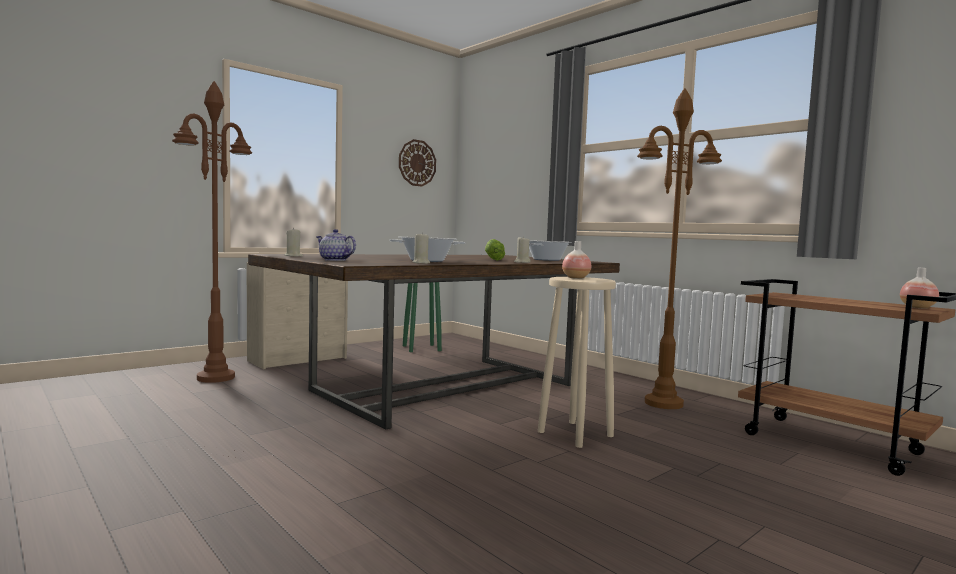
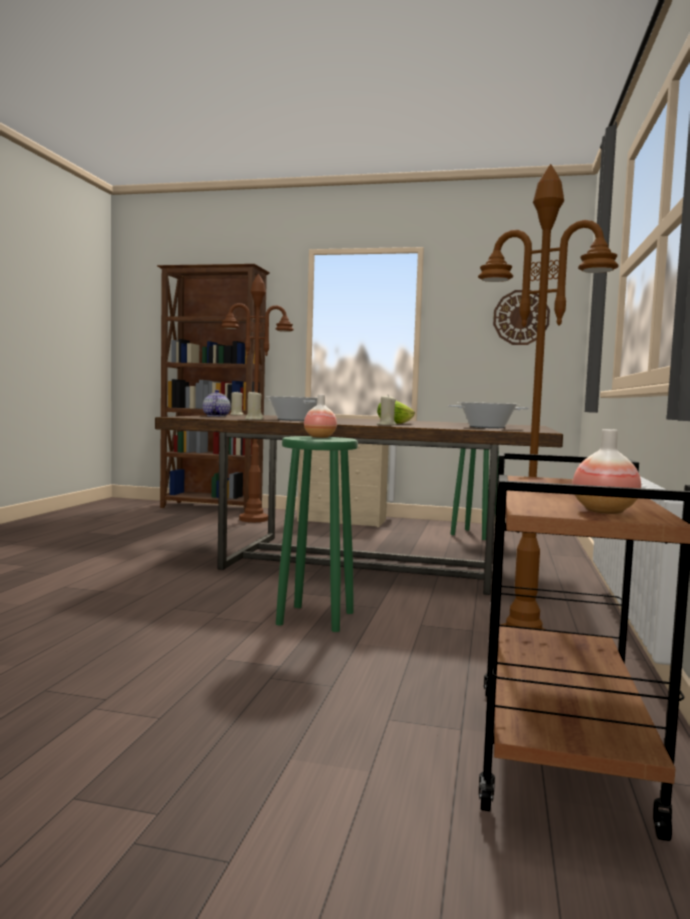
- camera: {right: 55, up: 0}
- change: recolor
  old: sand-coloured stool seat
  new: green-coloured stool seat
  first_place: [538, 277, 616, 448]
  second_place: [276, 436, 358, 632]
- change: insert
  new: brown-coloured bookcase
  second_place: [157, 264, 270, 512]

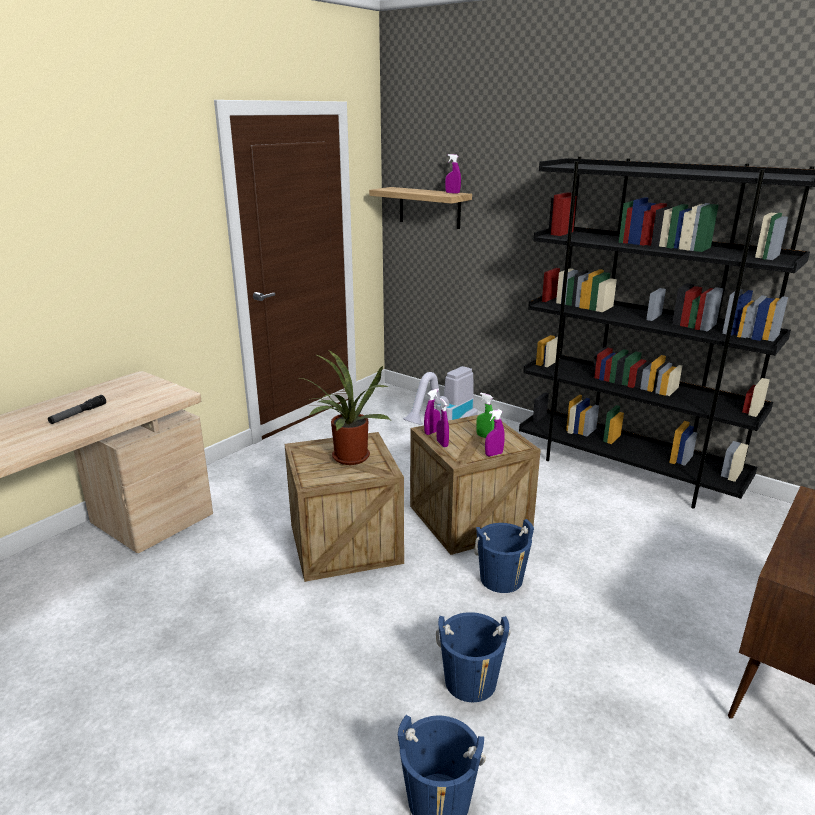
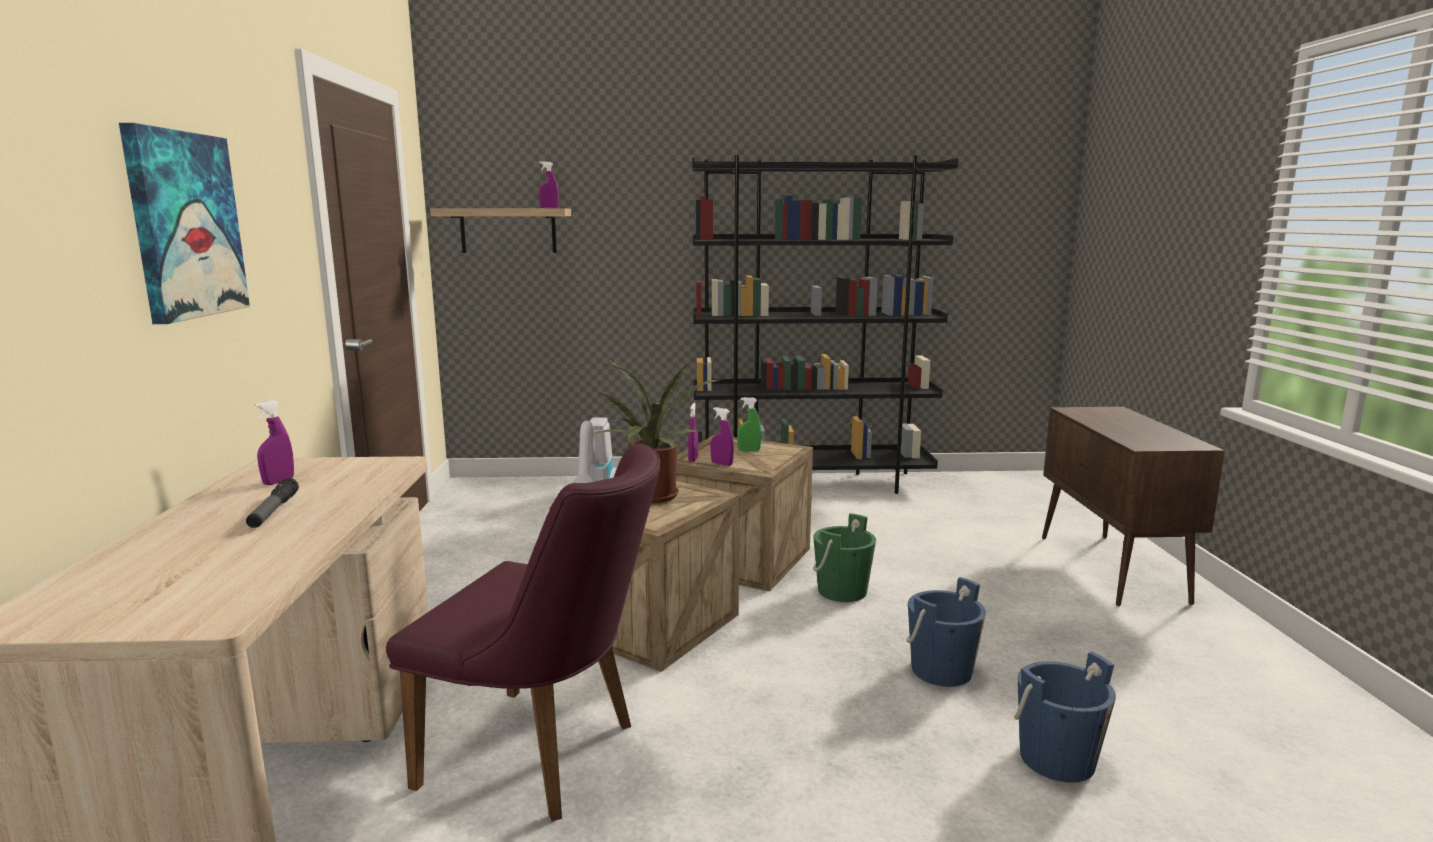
- camera: {right: -40, up: -10}
- change: recolor
  old: bluish water bucket
  new: green-coloured water bucket
  first_place: [474, 519, 534, 593]
  second_place: [813, 513, 876, 602]
- change: move
  old: purple spray bottle
  first_place: [485, 409, 505, 456]
  second_place: [254, 400, 294, 485]
- change: insert
  new: wall picture
  second_place: [119, 123, 250, 324]
- change: insert
  new: purple chair
  second_place: [386, 444, 660, 822]

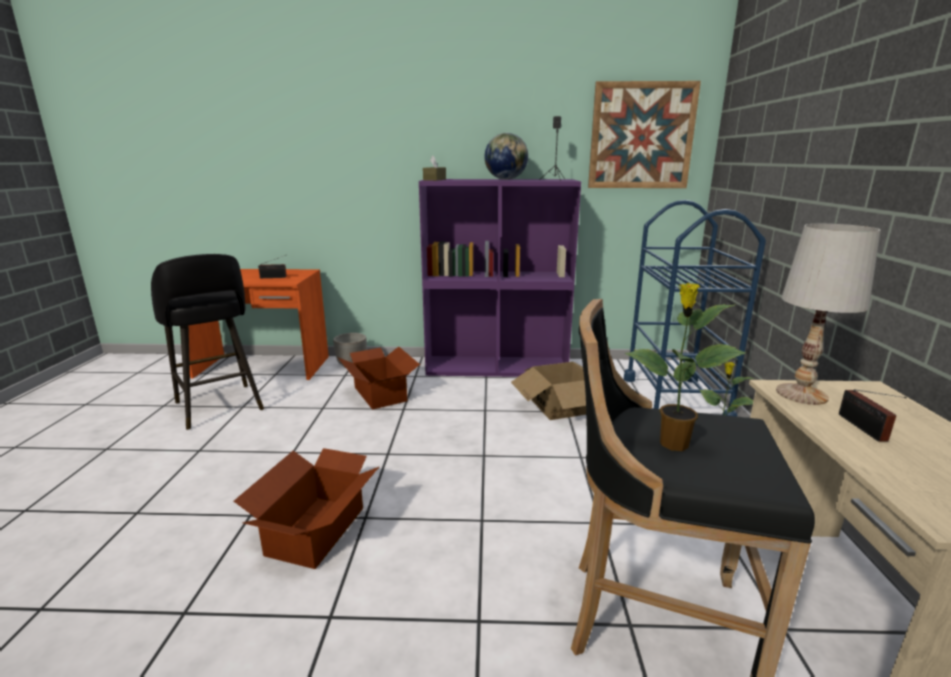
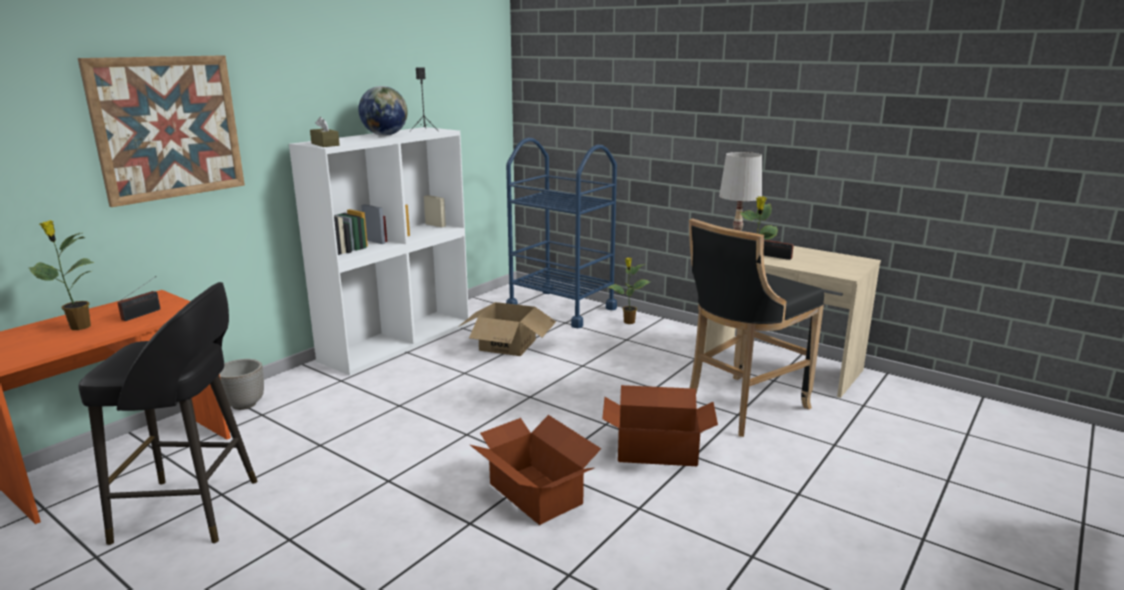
- camera: {right: -55, up: 0}
- change: move
  old: carton
  first_place: [337, 347, 420, 410]
  second_place: [602, 385, 718, 466]
- change: recolor
  old: purple bookcase
  new: whitish bookcase
  first_place: [419, 179, 581, 377]
  second_place: [289, 127, 469, 376]
- change: move
  old: wall picture
  first_place: [588, 81, 701, 188]
  second_place: [78, 55, 245, 207]
- change: insert
  new: houseplant
  second_place: [29, 220, 94, 330]

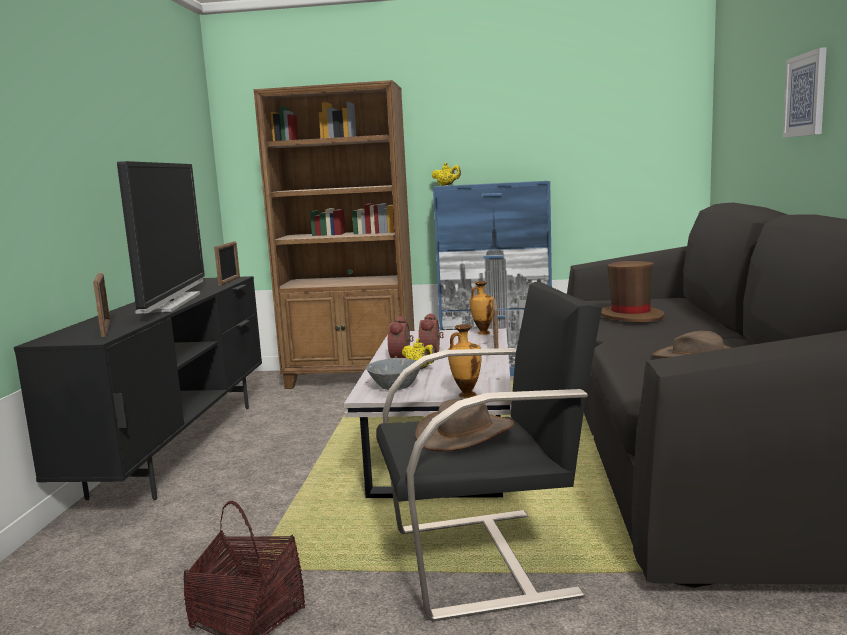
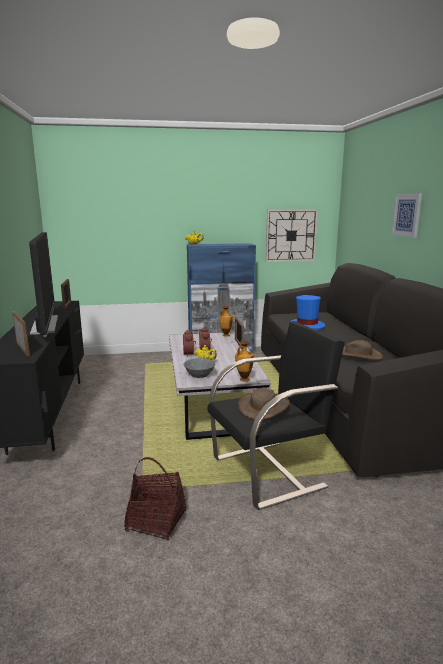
- camera: {right: -15, up: 5}
- change: delete
  old: brown-coloured bookcase
  first_place: [254, 80, 414, 389]
- change: recolor
  old: brown-coloured clothing hat
  new: bluish clothing hat
  first_place: [601, 261, 664, 322]
  second_place: [290, 295, 325, 330]
- change: insert
  new: clock on the wall
  second_place: [266, 209, 318, 262]

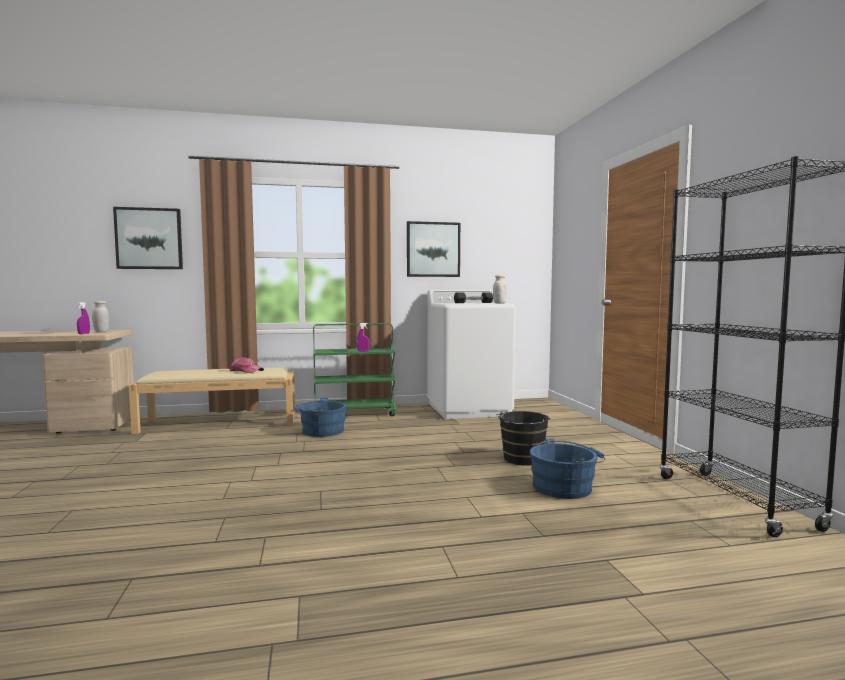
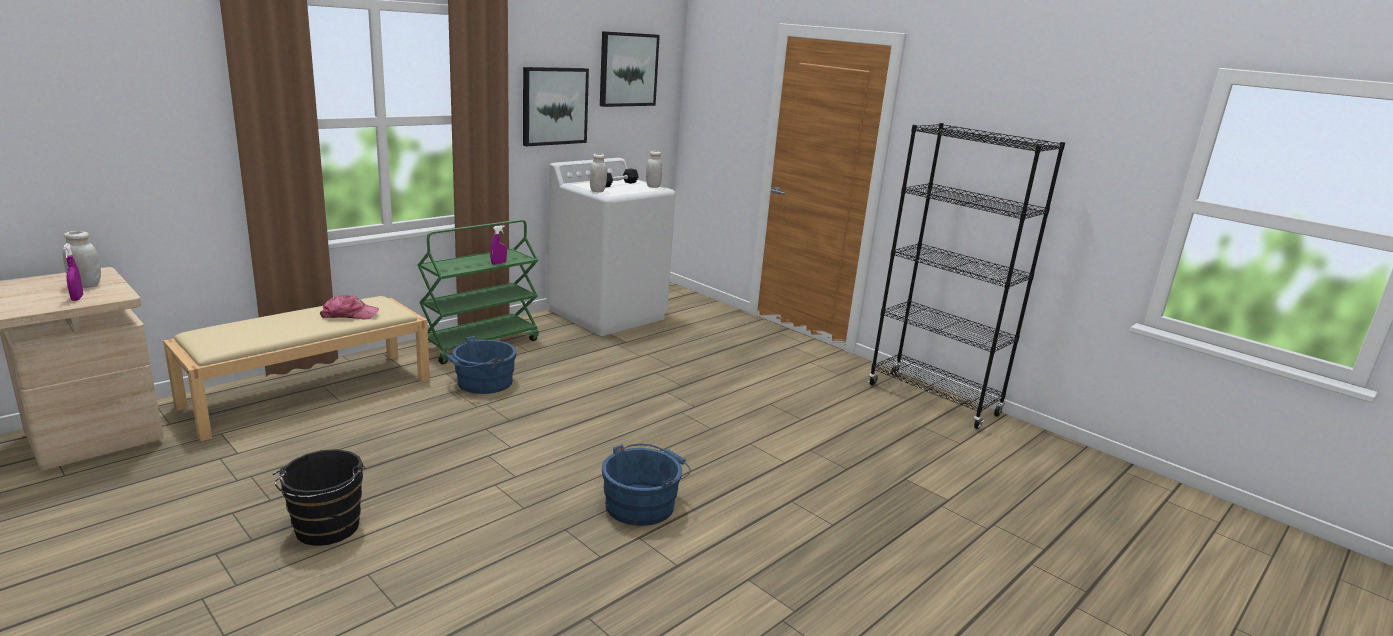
- camera: {right: -35, up: 15}
- change: move
  old: wall picture
  first_place: [113, 207, 183, 269]
  second_place: [600, 31, 660, 107]
- change: move
  old: blackish water bucket
  first_place: [496, 411, 550, 465]
  second_place: [273, 449, 365, 546]
- change: move
  old: bluish water bucket
  first_place: [530, 438, 605, 499]
  second_place: [601, 444, 691, 526]
- change: insert
  new: whitish jar
  second_place: [590, 153, 607, 193]

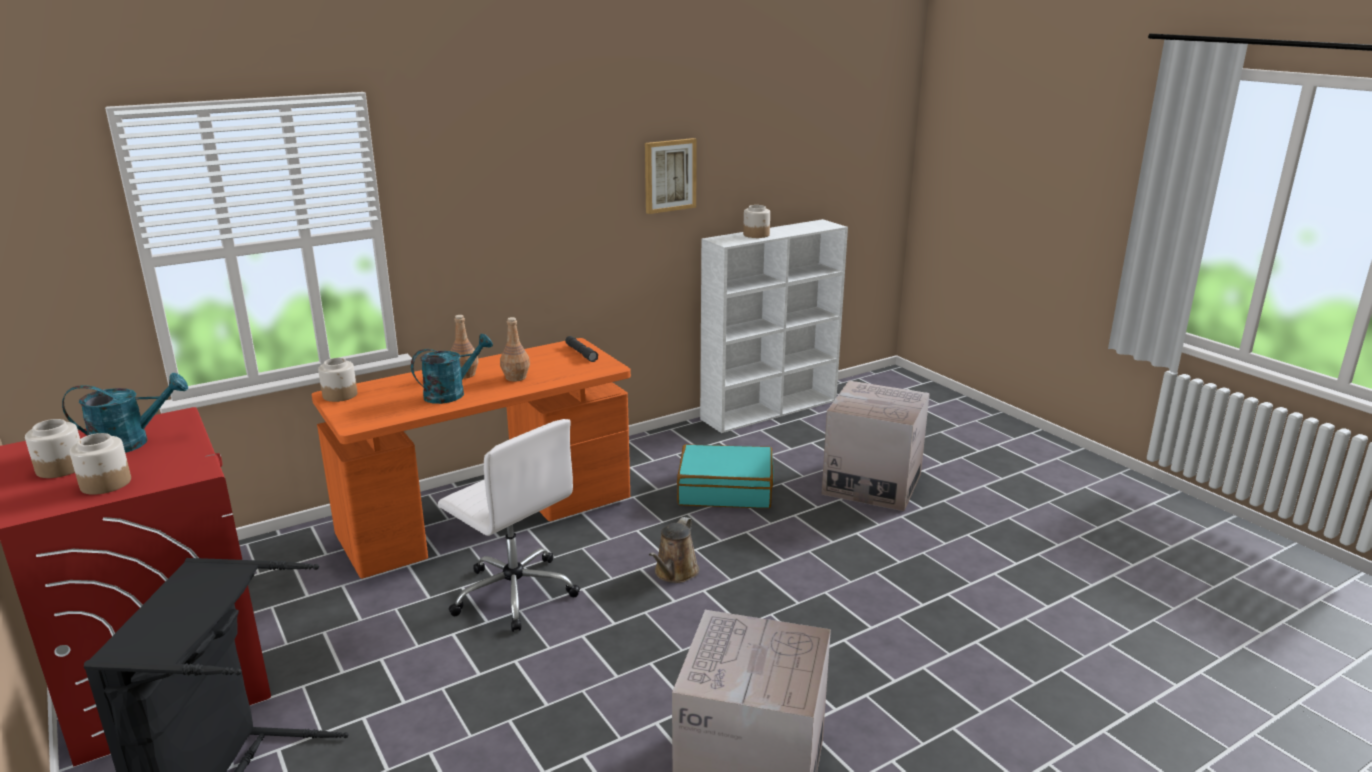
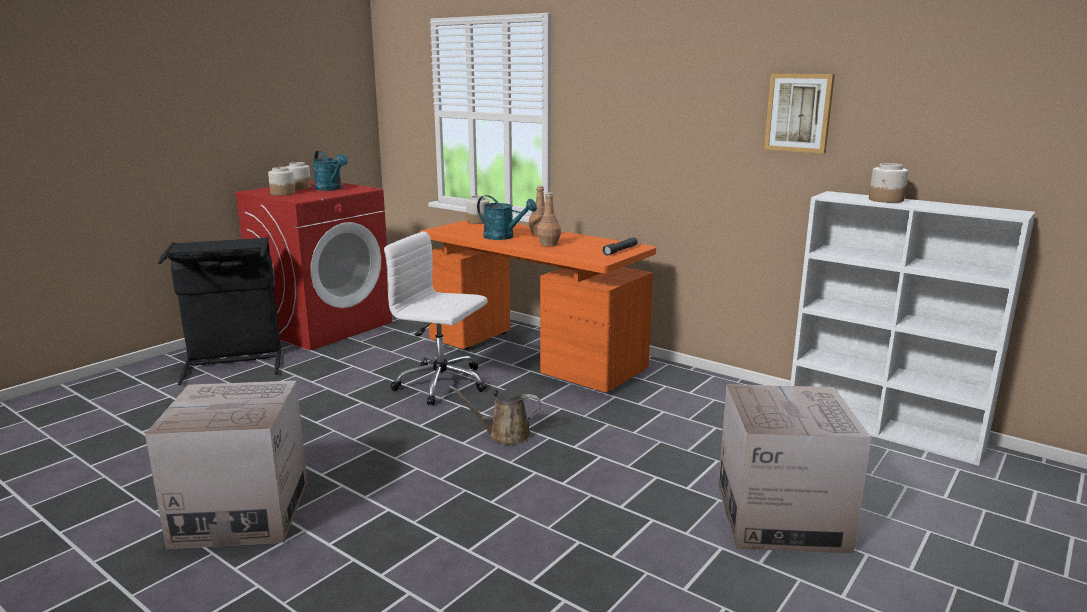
- camera: {right: 70, up: -5}
- change: rotate
  old: whitish office chair
  first_place: [438, 419, 580, 632]
  second_place: [384, 231, 488, 406]
  degrees: 90
- change: delete
  old: turquoise-coloured suitcase
  first_place: [677, 444, 774, 508]

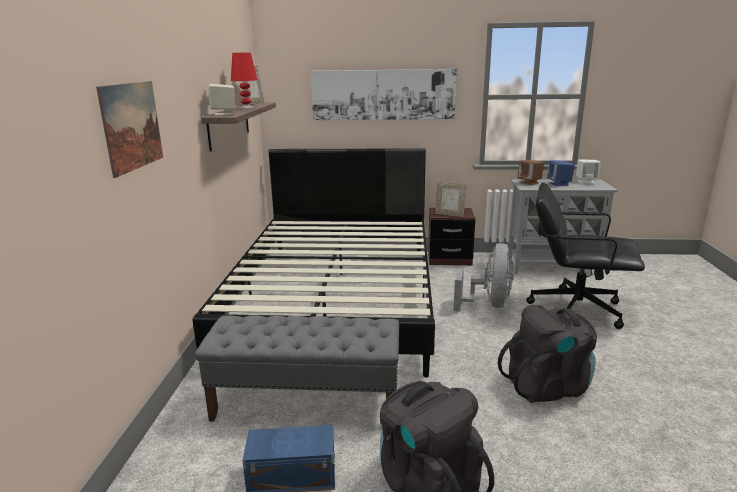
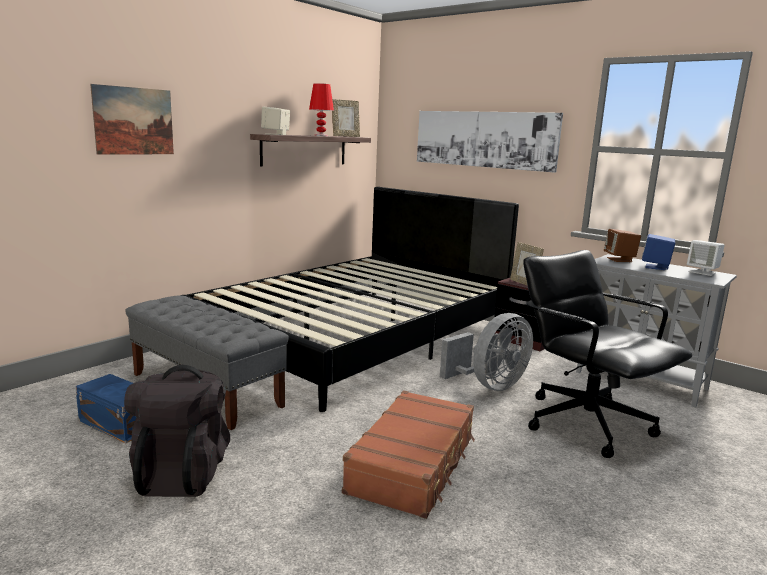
- camera: {right: 35, up: -5}
- change: replace
  old: blackish rucksack
  new: brown-coloured suitcase
  first_place: [498, 305, 597, 403]
  second_place: [342, 390, 475, 519]

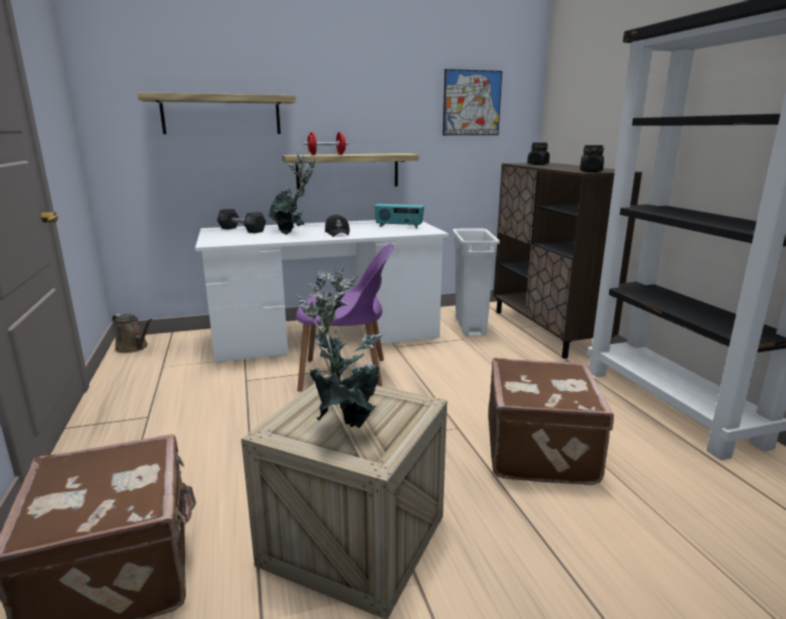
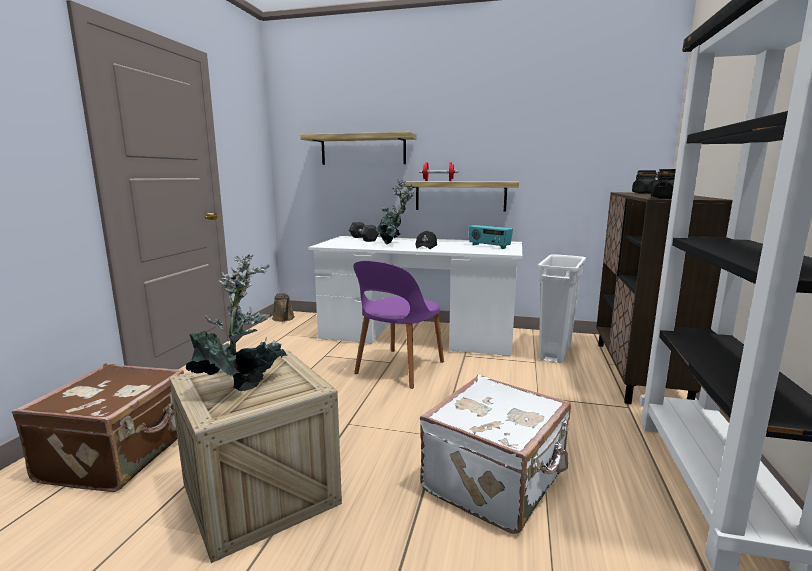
- camera: {right: 30, up: -5}
- change: rotate
  old: purple chair
  first_place: [296, 243, 393, 392]
  second_place: [353, 261, 444, 389]
  degrees: 90
- change: delete
  old: wall picture
  first_place: [443, 69, 502, 135]
- change: recolor
  old: brown-coloured suitcase
  new: whitish suitcase
  first_place: [488, 358, 614, 485]
  second_place: [420, 375, 571, 534]

